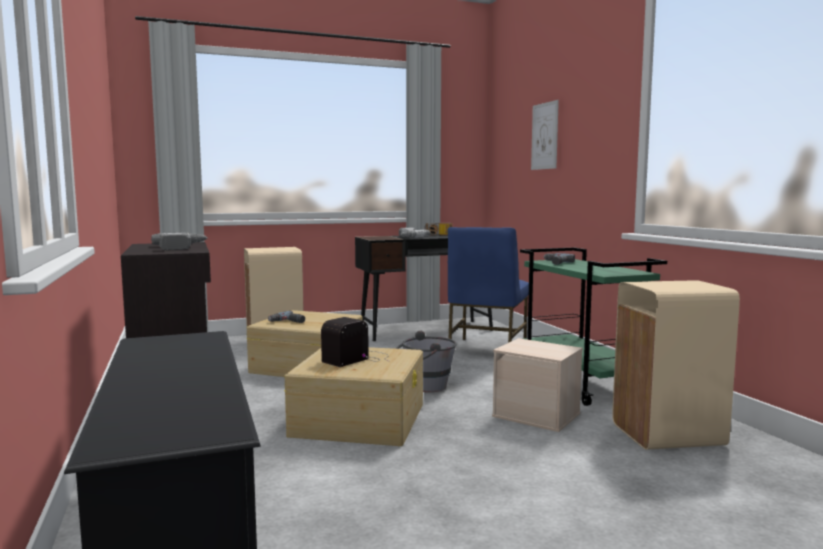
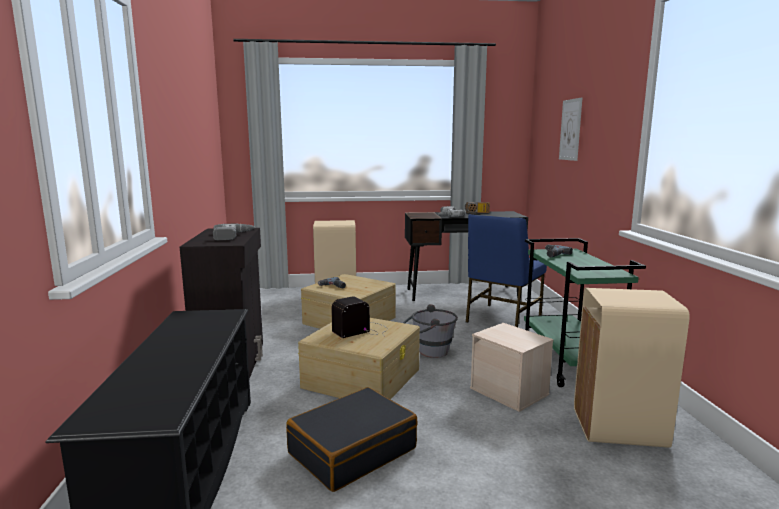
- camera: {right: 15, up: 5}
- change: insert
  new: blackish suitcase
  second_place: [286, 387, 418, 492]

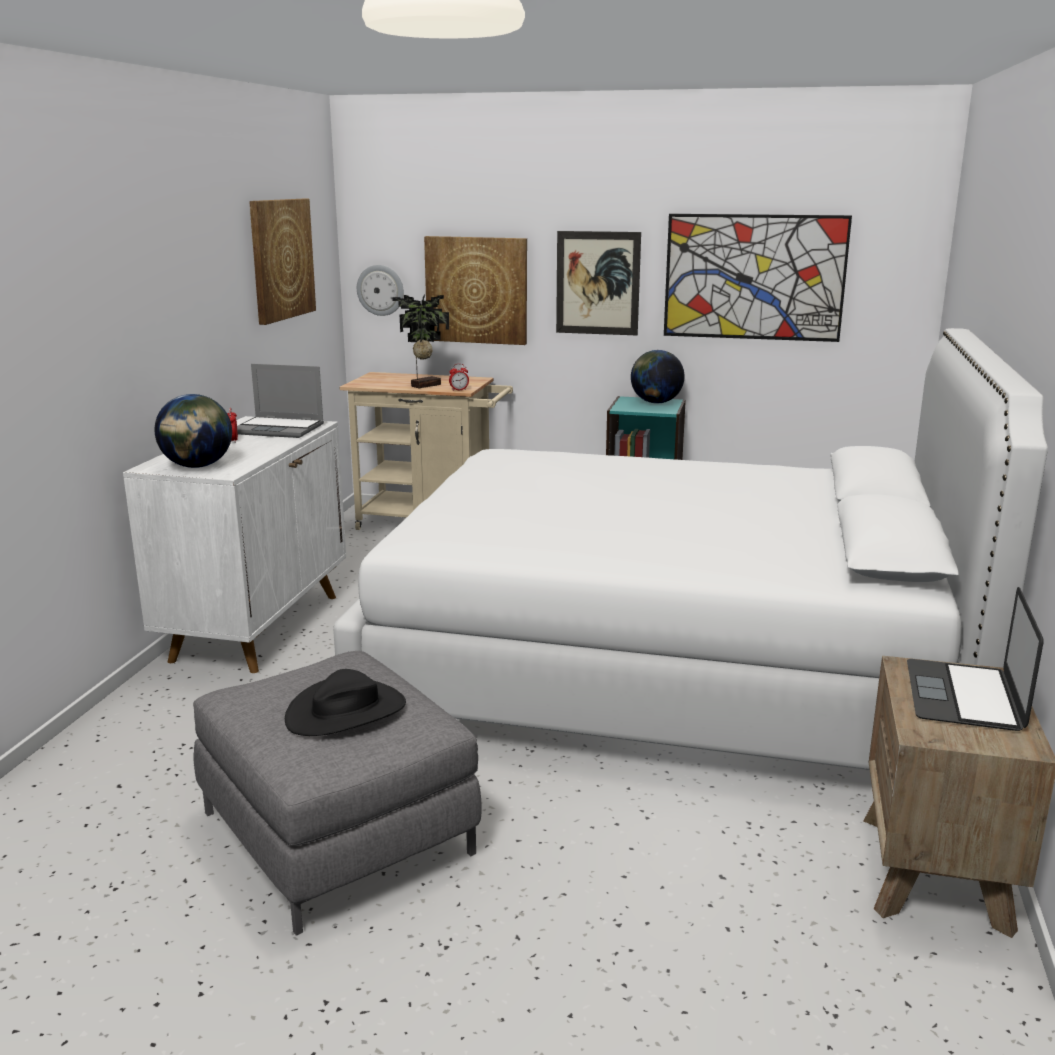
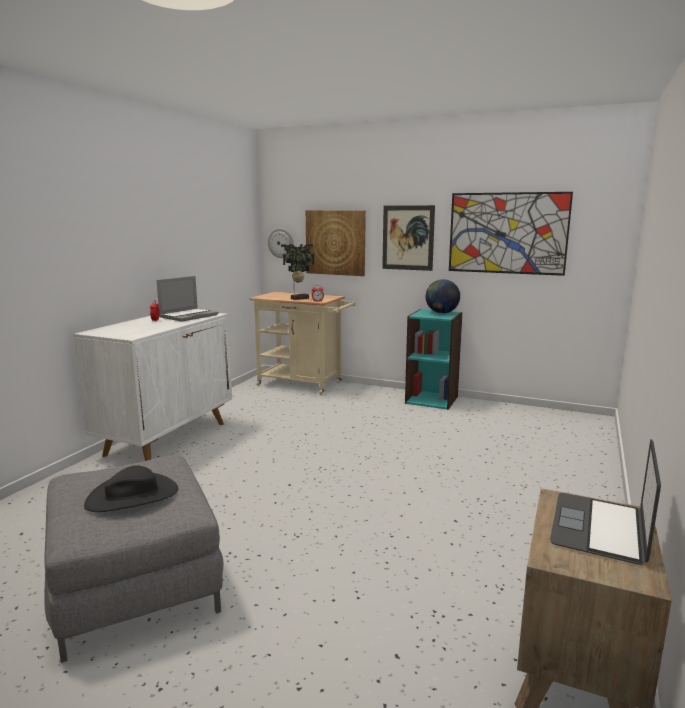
- camera: {right: 10, up: -5}
- change: delete
  old: globe
  first_place: [155, 394, 232, 468]
- change: rotate
  old: laptop
  first_place: [237, 364, 324, 438]
  second_place: [157, 276, 219, 322]
  degrees: -75
- change: delete
  old: wall picture
  first_place: [249, 199, 316, 325]
- change: delete
  old: whitish bedroom bed
  first_place: [333, 328, 1048, 770]

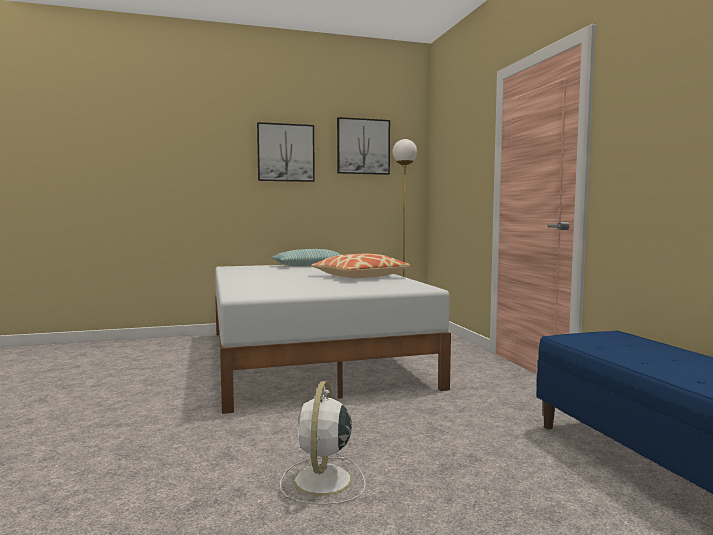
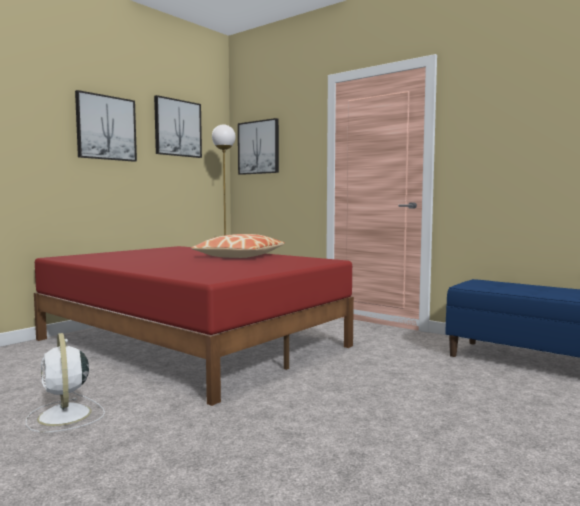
- camera: {right: -35, up: 0}
- change: recolor
  old: whitish bedroom bed
  new: red-coloured bedroom bed
  first_place: [215, 265, 451, 414]
  second_place: [34, 246, 354, 406]
- change: delete
  old: throw pillow
  first_place: [271, 249, 341, 266]
- change: move
  old: whitish fan
  first_place: [280, 381, 366, 505]
  second_place: [26, 333, 105, 432]
- change: insert
  new: wall picture
  second_place: [238, 118, 279, 175]

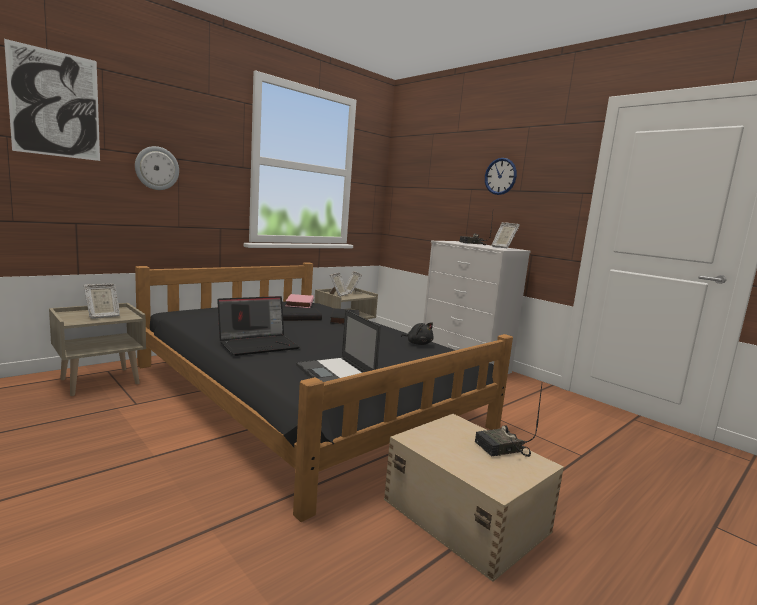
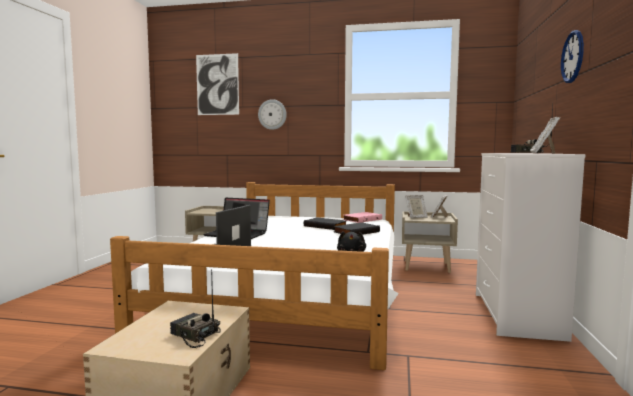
- camera: {right: 55, up: -5}
- change: delete
  old: picture frame
  first_place: [84, 284, 120, 319]
- change: recolor
  old: blackish bedroom bed
  new: whitish bedroom bed
  first_place: [135, 263, 513, 522]
  second_place: [110, 182, 399, 370]

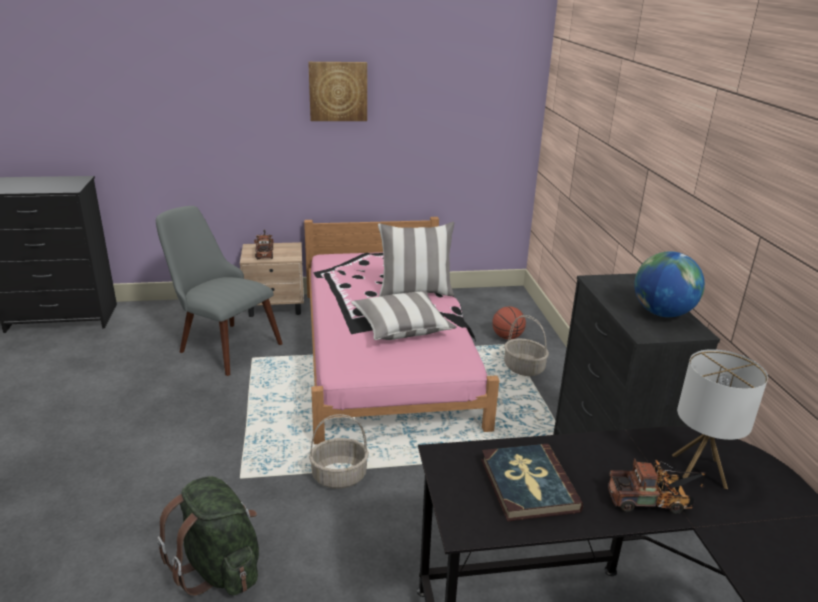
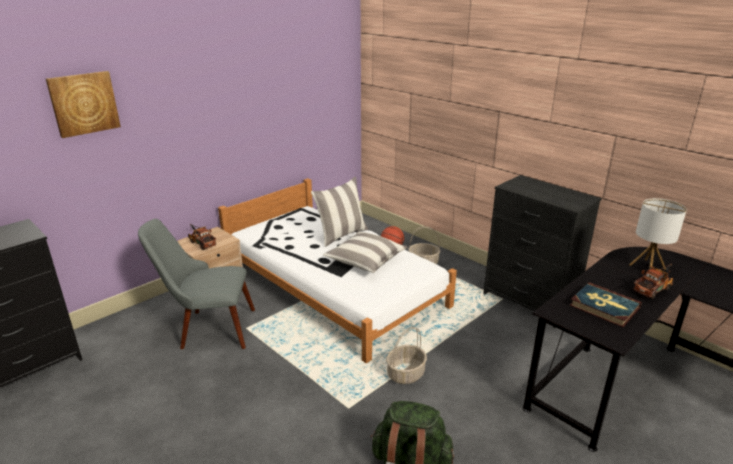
- camera: {right: -35, up: 0}
- change: recolor
  old: pink bedroom bed
  new: whitish bedroom bed
  first_place: [304, 217, 499, 444]
  second_place: [218, 178, 457, 363]
- change: move
  old: wall picture
  first_place: [308, 62, 367, 121]
  second_place: [46, 71, 121, 138]
- change: delete
  old: globe
  first_place: [634, 251, 705, 317]

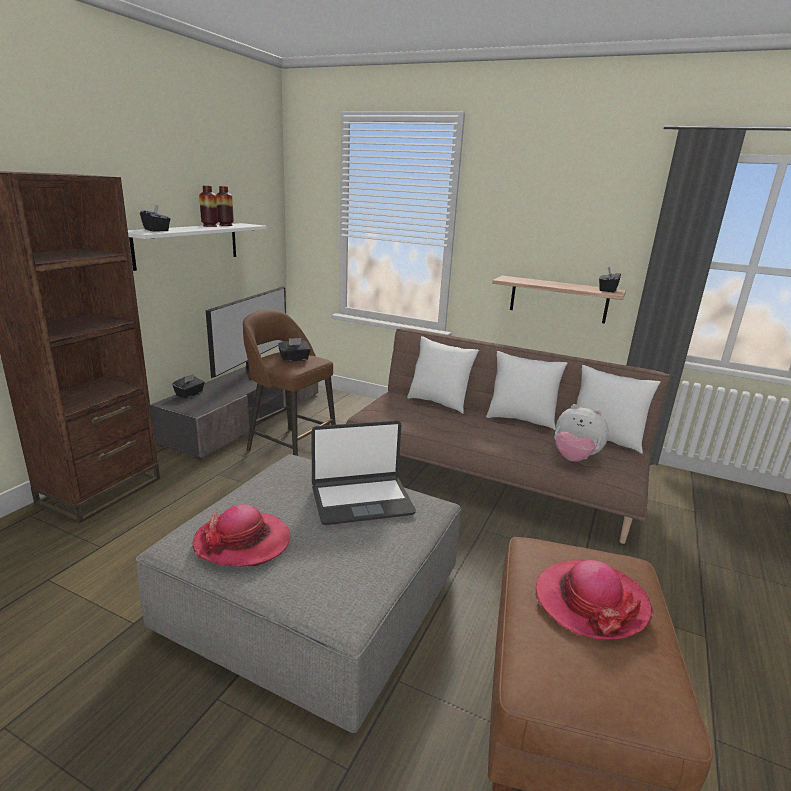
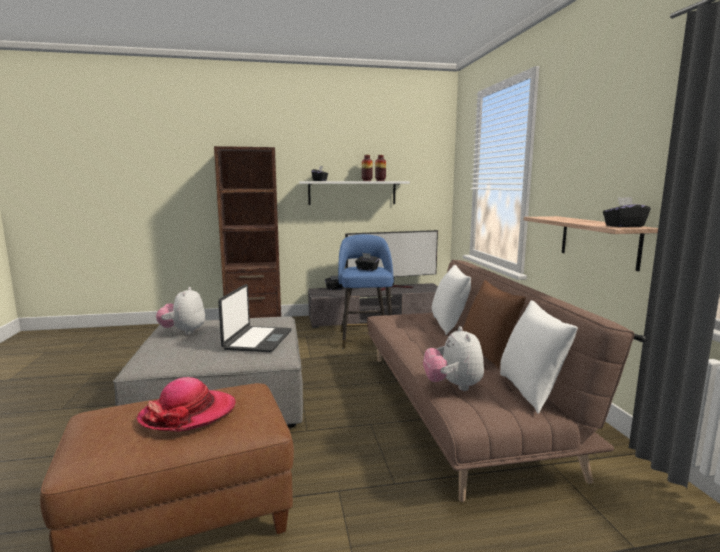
- camera: {right: 55, up: -10}
- change: replace
  old: clothing hat
  new: plush toy
  first_place: [192, 504, 290, 566]
  second_place: [156, 287, 205, 334]
- change: recolor
  old: brown-coloured stool seat
  new: bluish stool seat
  first_place: [243, 310, 336, 456]
  second_place: [338, 234, 394, 349]
- change: rotate
  old: laptop
  first_place: [311, 421, 416, 525]
  second_place: [218, 284, 292, 352]
  degrees: -120
- change: recolor
  old: whitish throw pillow
  new: brown-coloured throw pillow
  first_place: [486, 351, 567, 430]
  second_place: [463, 280, 526, 369]

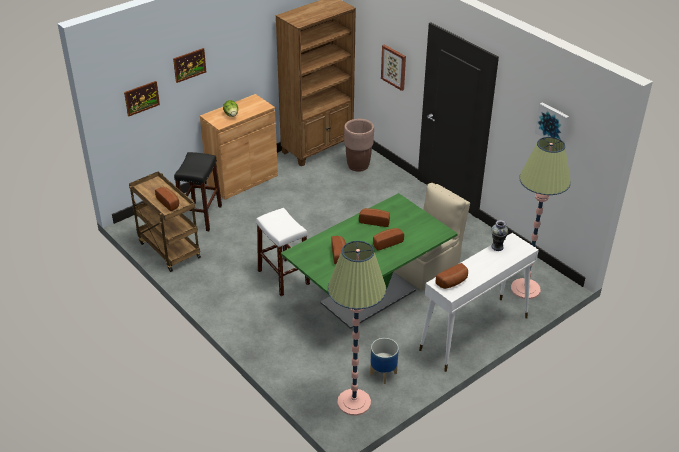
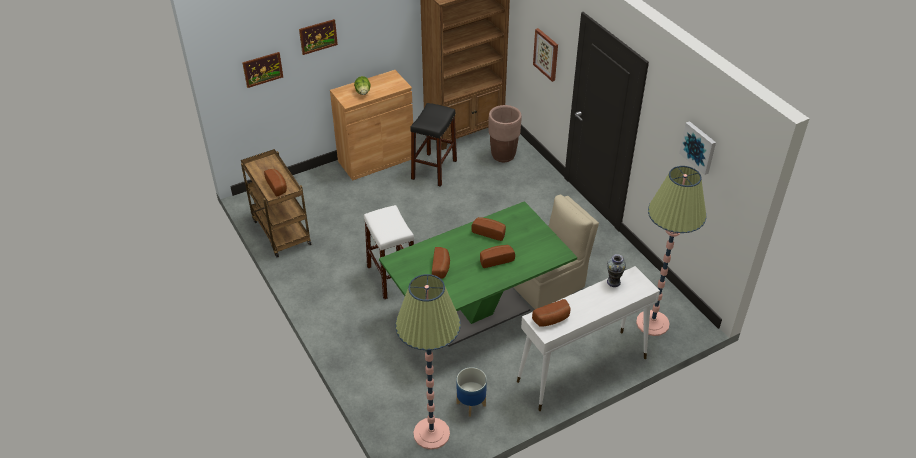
- camera: {right: 10, up: 5}
- change: move
  old: blackish stool seat
  first_place: [174, 152, 222, 231]
  second_place: [410, 103, 457, 187]

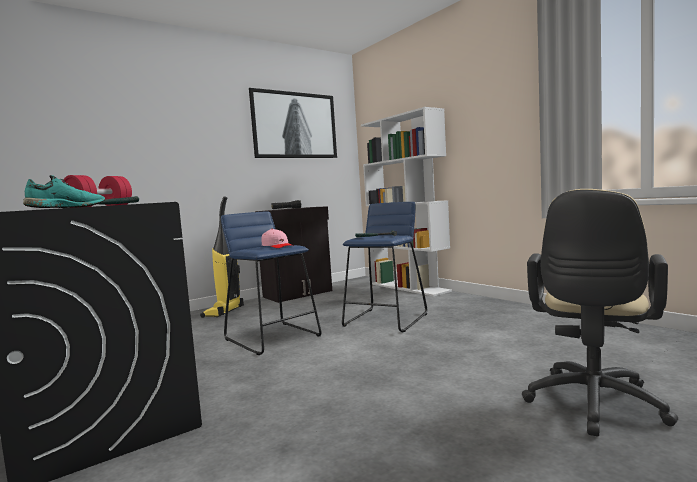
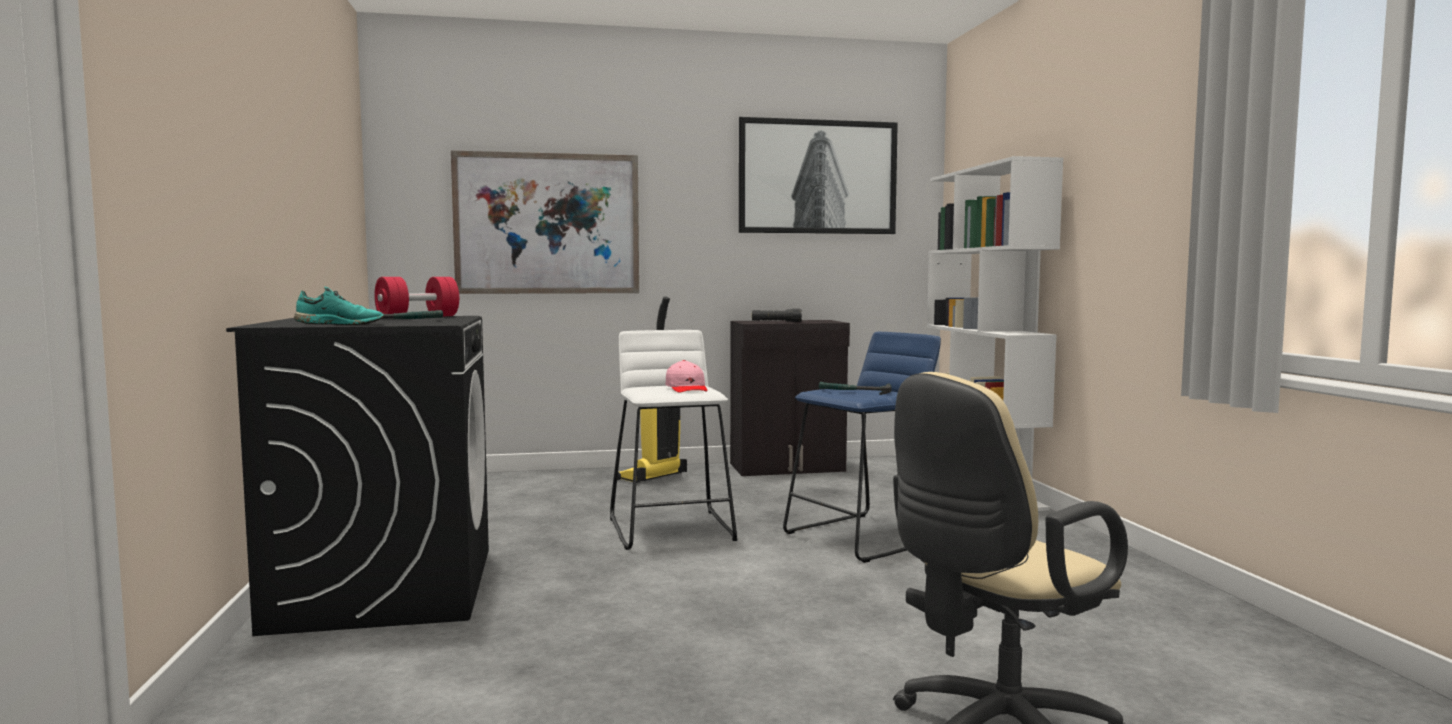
- camera: {right: 25, up: 0}
- change: recolor
  old: bluish stool seat
  new: whitish stool seat
  first_place: [221, 212, 321, 355]
  second_place: [610, 330, 737, 550]
- change: insert
  new: wall picture
  second_place: [451, 151, 639, 294]

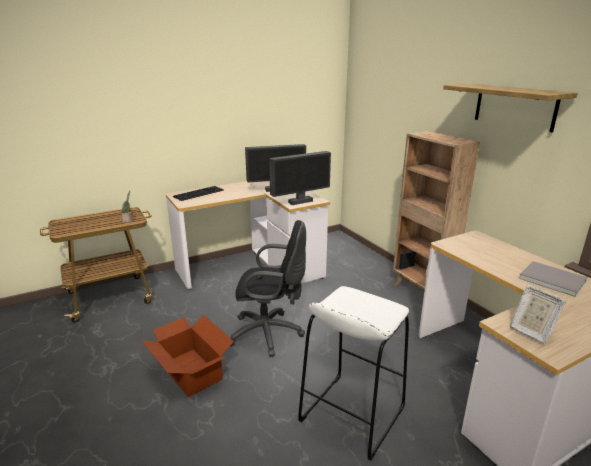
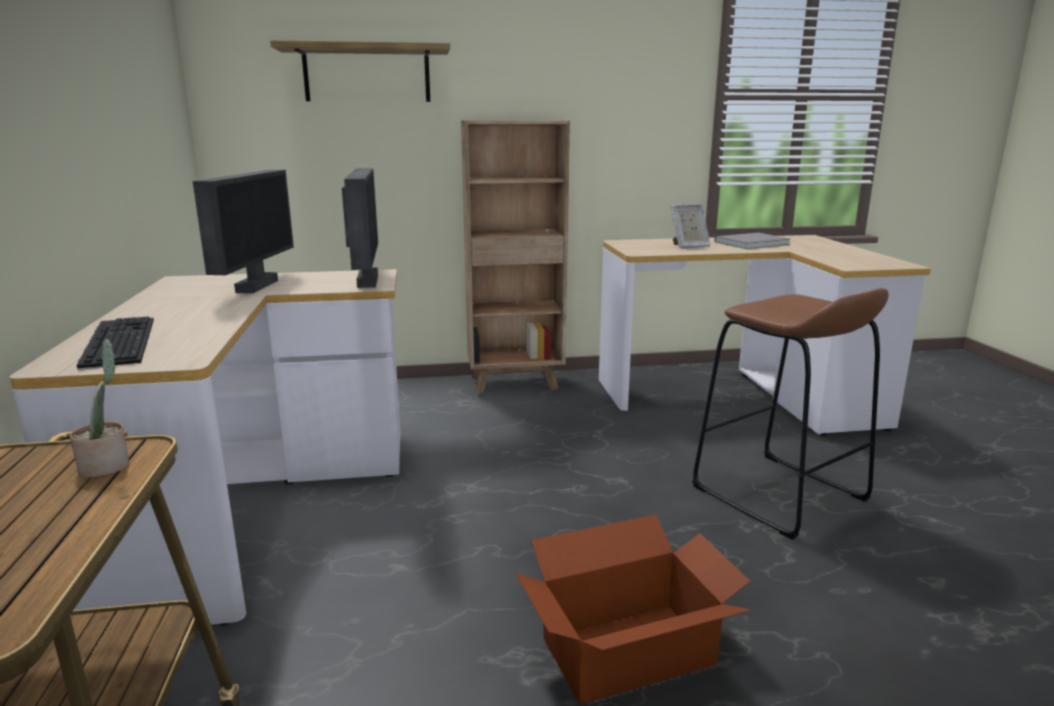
- camera: {right: -70, up: -5}
- change: delete
  old: blackish office chair
  first_place: [230, 220, 306, 357]
- change: recolor
  old: whitish stool seat
  new: brown-coloured stool seat
  first_place: [298, 286, 409, 461]
  second_place: [692, 288, 889, 540]
- change: move
  old: bracket shelf
  first_place: [443, 84, 578, 132]
  second_place: [270, 40, 450, 102]
- change: move
  old: picture frame
  first_place: [510, 284, 566, 344]
  second_place: [670, 204, 710, 249]

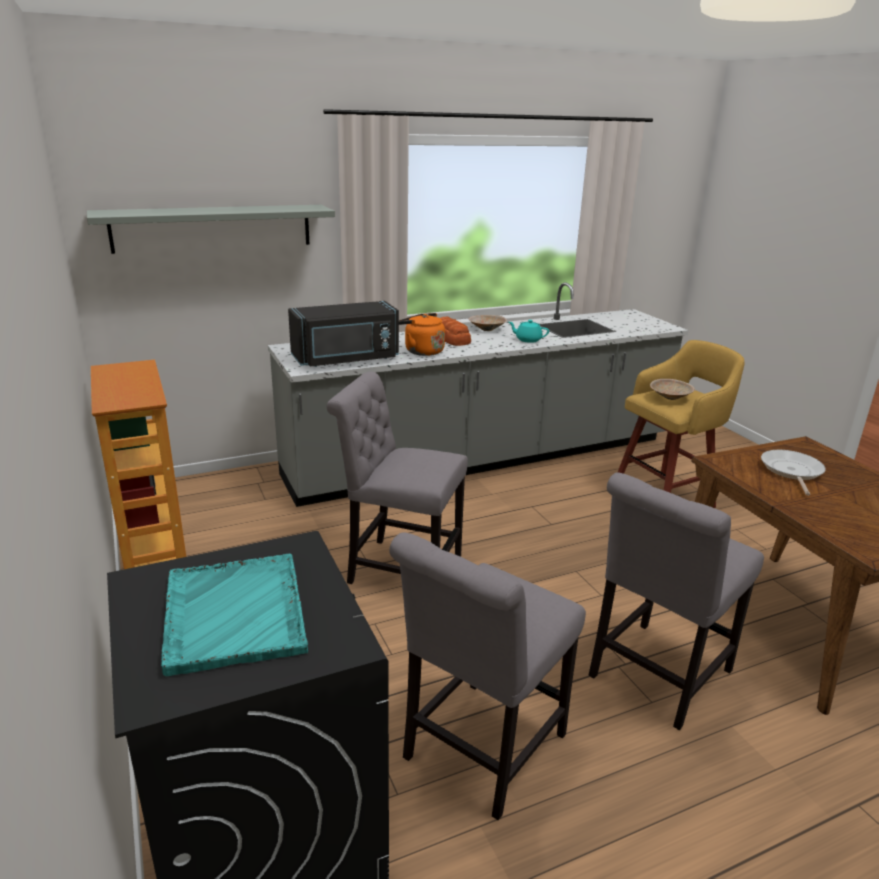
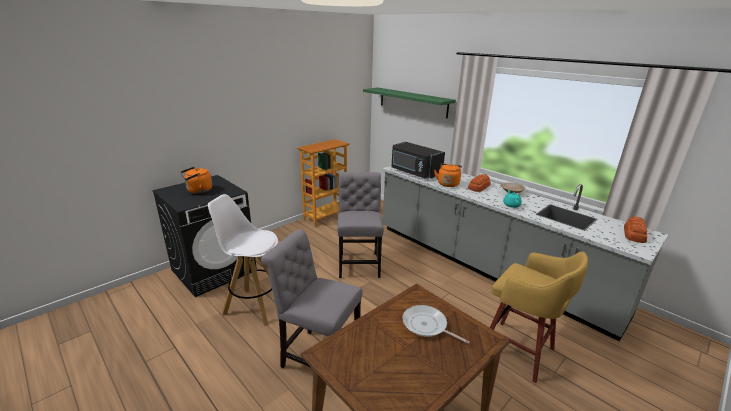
- camera: {right: 70, up: 0}
- change: recolor
  old: greyish bracket shelf
  new: green-coloured bracket shelf
  first_place: [87, 205, 335, 254]
  second_place: [363, 87, 456, 118]
- change: replace
  old: turquoise-coloured serving tray
  new: orangey kettle
  first_place: [161, 554, 308, 676]
  second_place: [180, 167, 212, 194]
- change: replace
  old: greyish chair
  new: whitish stool seat
  first_place: [389, 532, 586, 820]
  second_place: [208, 194, 278, 326]
- change: delete
  old: sand-coloured deep dish
  first_place: [650, 379, 695, 400]
- change: rotate
  old: pan
  first_place: [761, 450, 826, 495]
  second_place: [402, 305, 470, 344]
  degrees: -135
- change: insert
  new: baked bread
  second_place: [624, 217, 647, 243]

